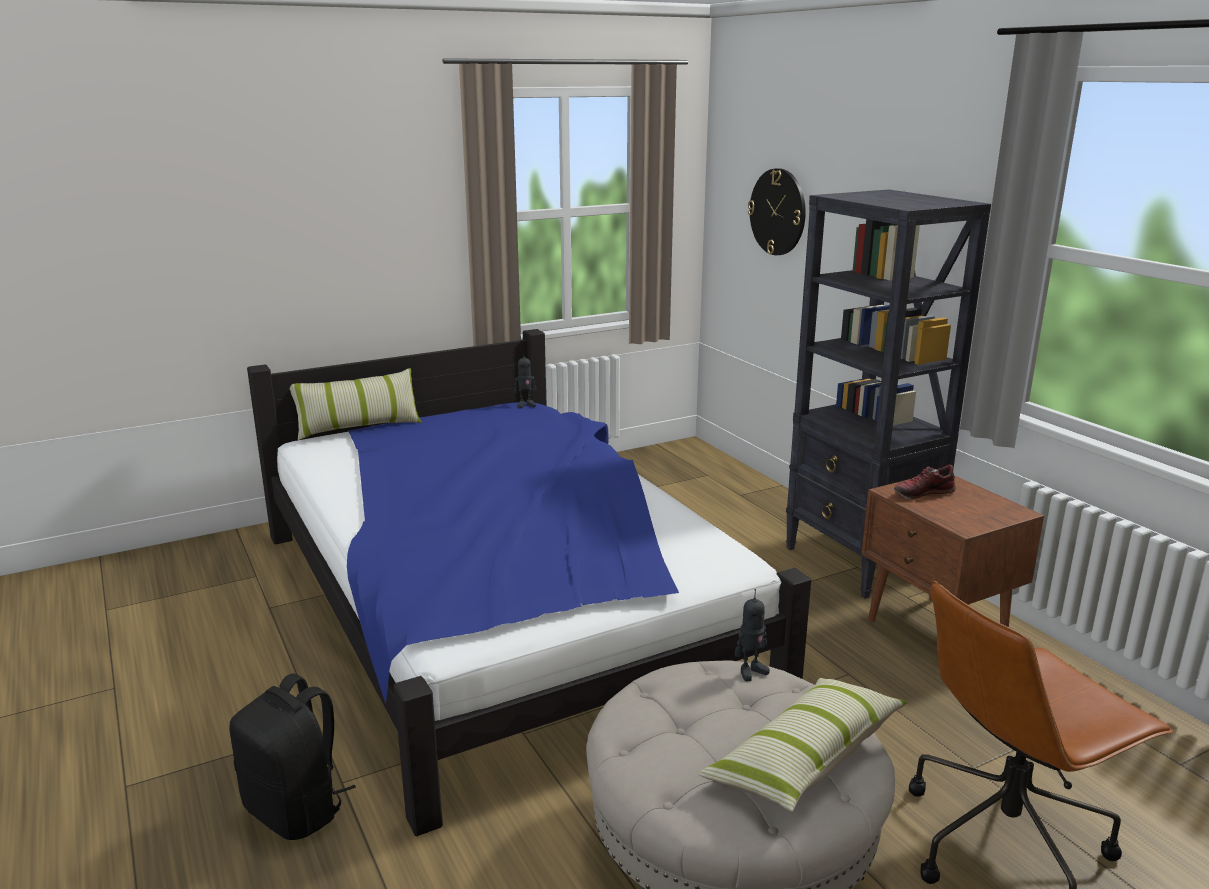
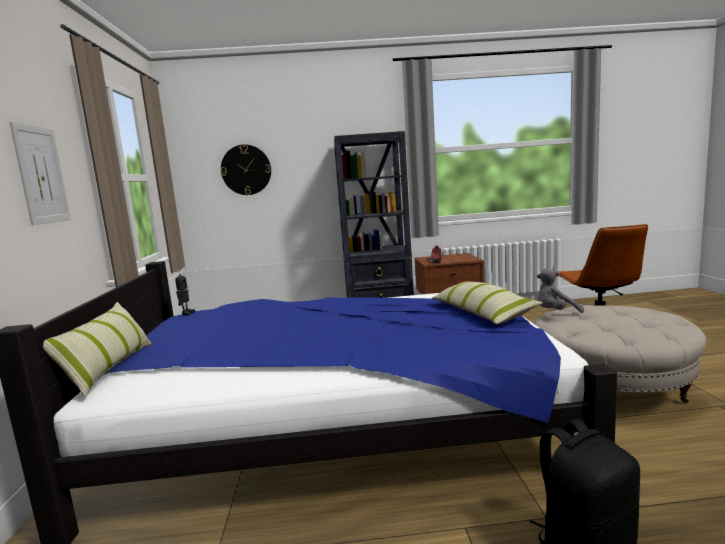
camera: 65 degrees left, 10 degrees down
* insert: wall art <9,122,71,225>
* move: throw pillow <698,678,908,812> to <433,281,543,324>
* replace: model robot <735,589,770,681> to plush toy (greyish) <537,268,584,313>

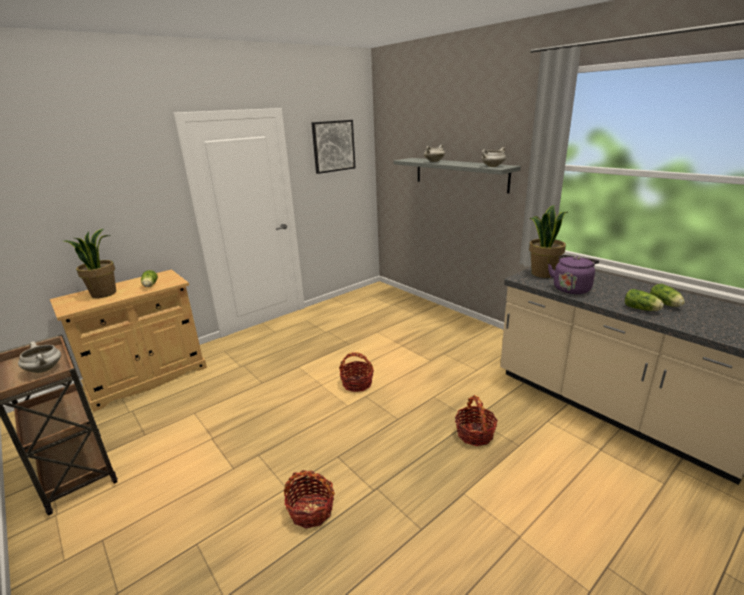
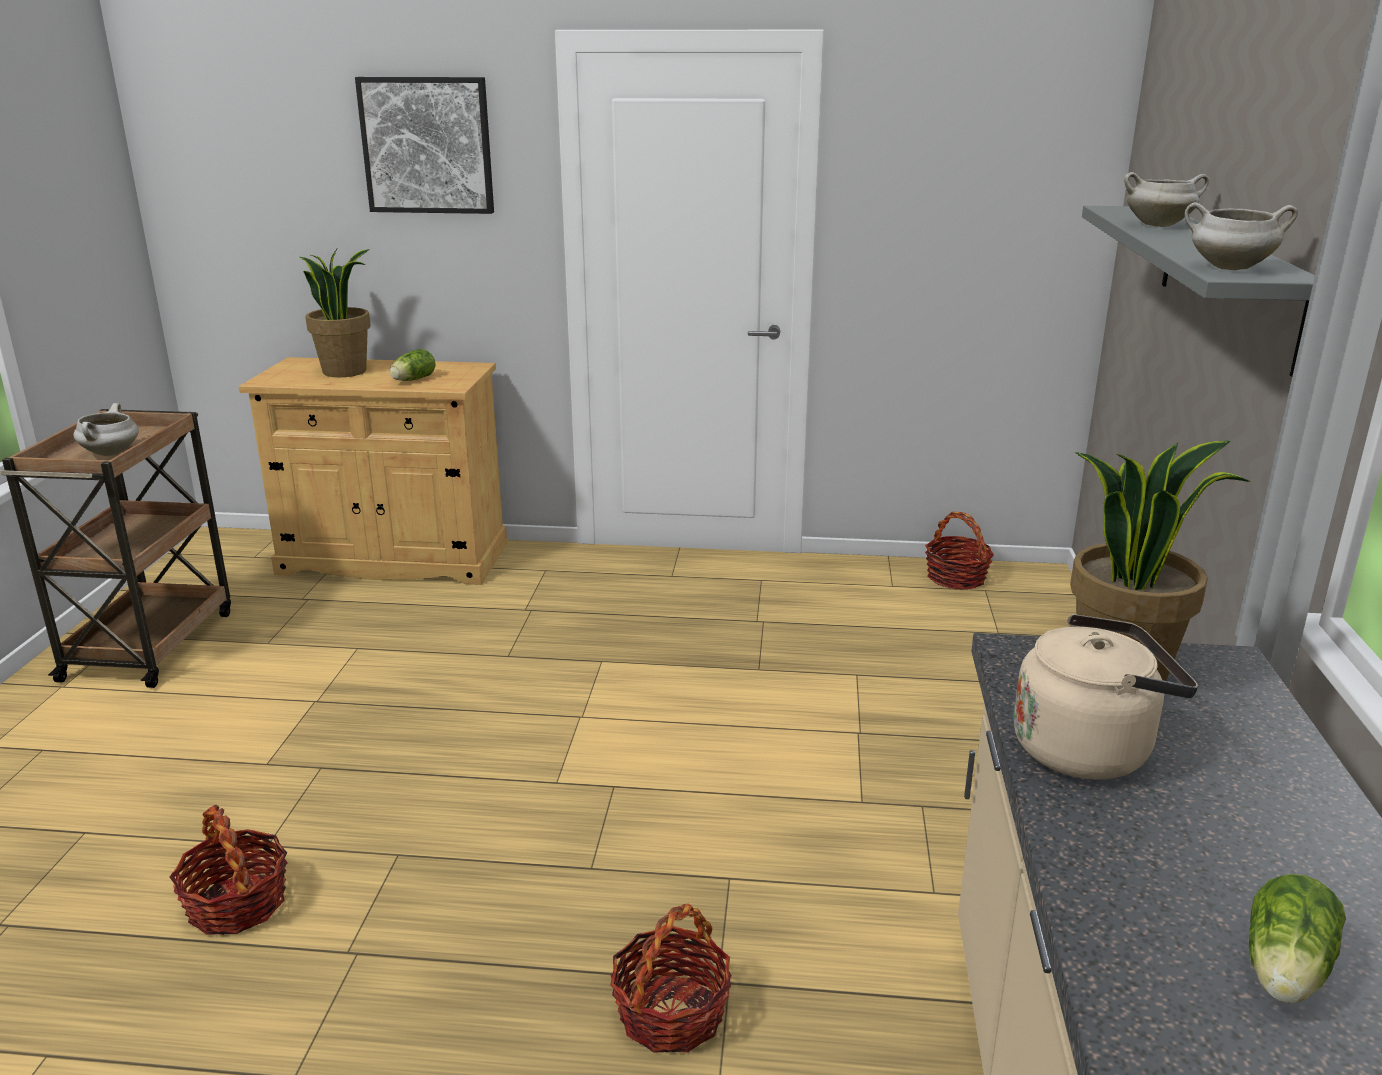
camera: 45 degrees right, 0 degrees up
* move: wall art <311,120,356,174> to <355,77,494,214>
* move: storage basket <339,352,374,392> to <925,512,994,589>
* recolor: tea kettle (purple-coloured) <548,255,599,294> to tea kettle (beige) <1013,614,1198,780>
* delete: lettuce head <625,289,664,311>

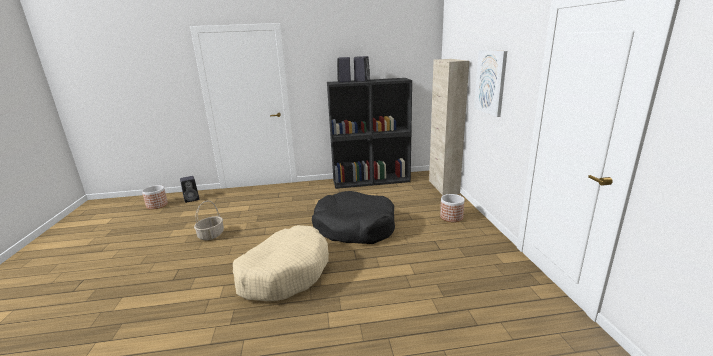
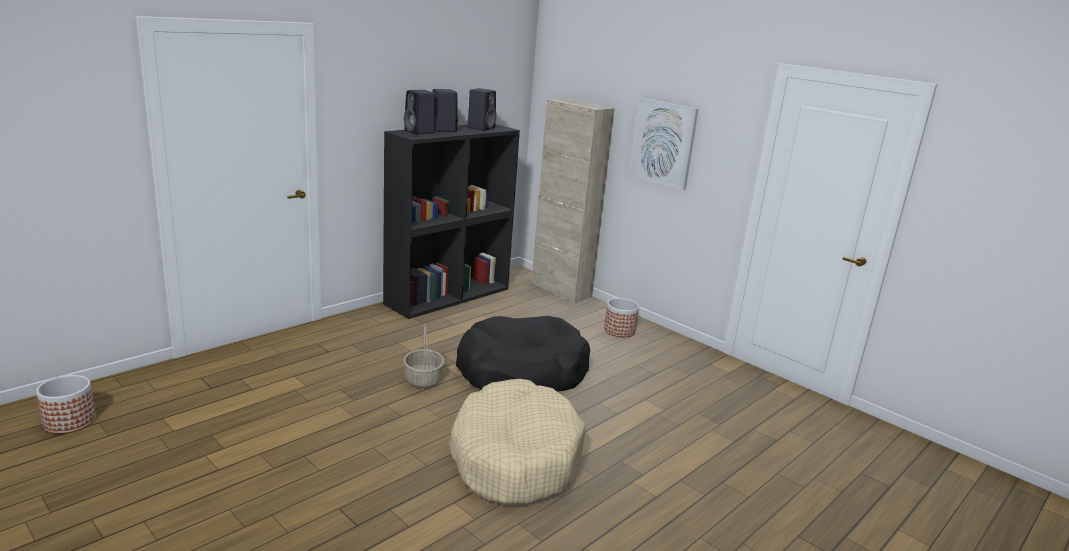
camera: 40 degrees left, 0 degrees up
* move: storage basket <194,201,224,240> to <403,324,445,388>
* move: speaker (blackish) <180,176,199,203> to <468,88,496,131>

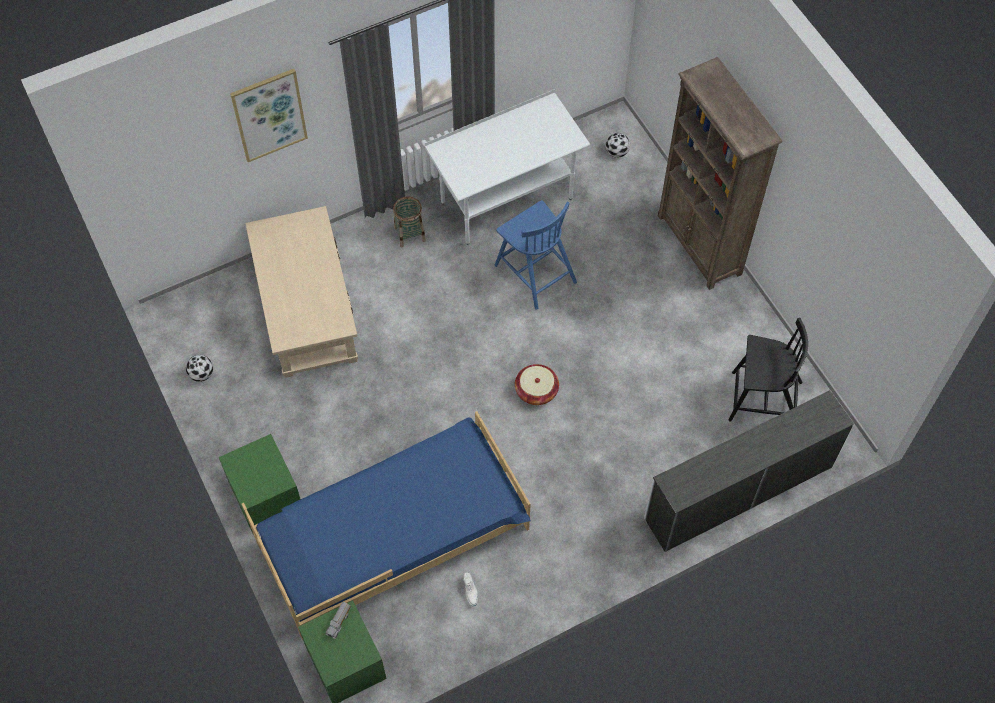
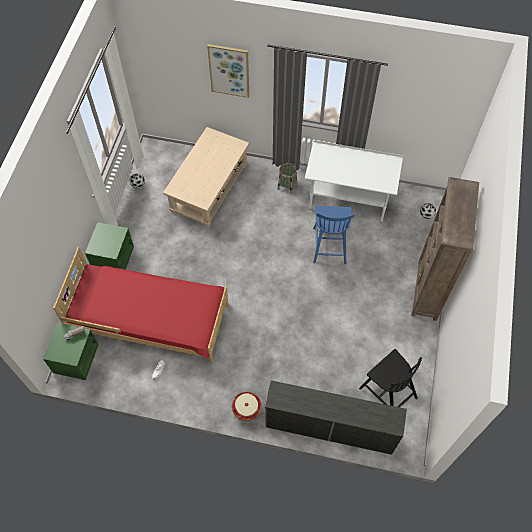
camera: 40 degrees right, 0 degrees up
* recolor: sleeping bed (blue-coloured) <242,411,531,640> to sleeping bed (red) <53,247,229,364>
* move: storage basket <515,364,559,405> to <232,392,262,421>

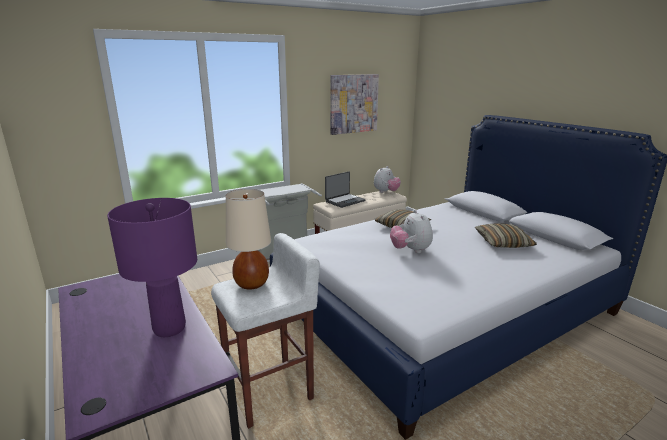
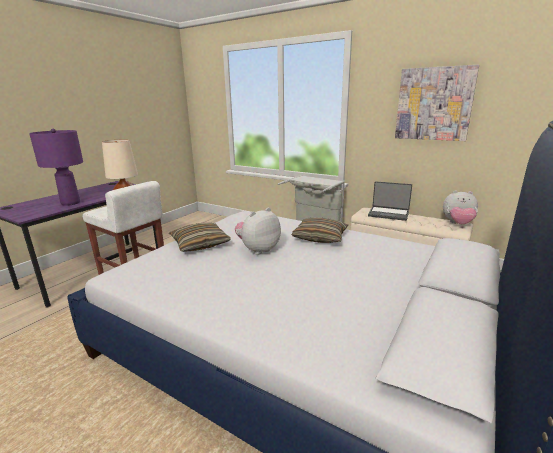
camera: 65 degrees right, 0 degrees up
* move: throw pillow <475,223,537,248> to <169,223,231,252>

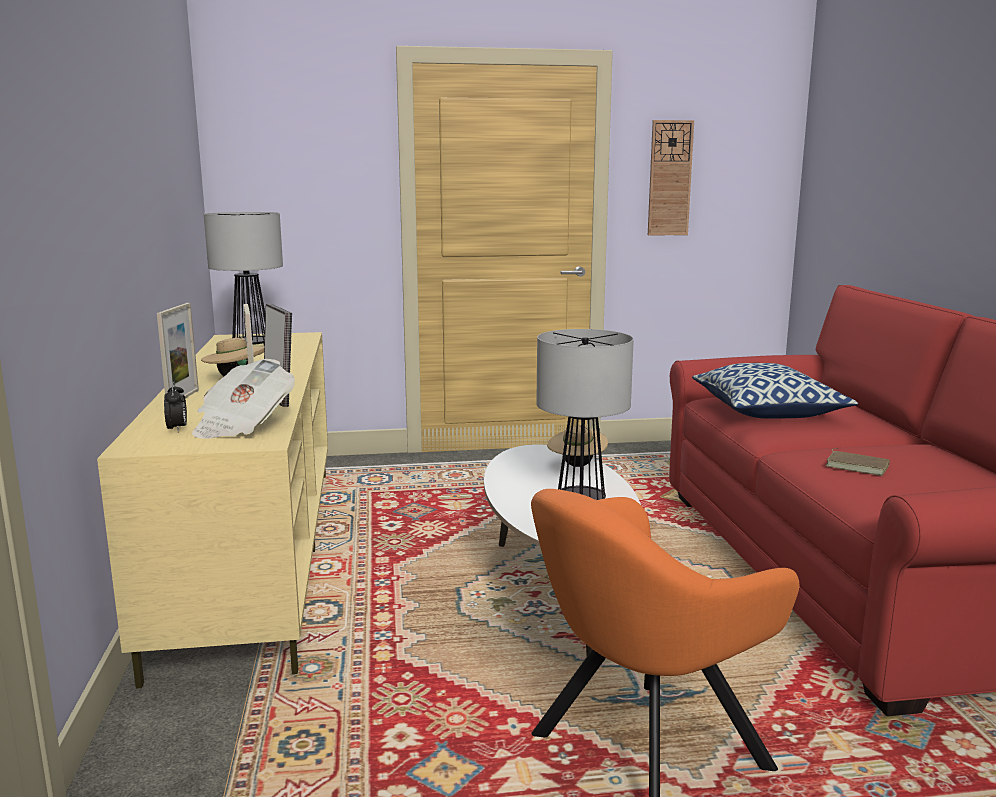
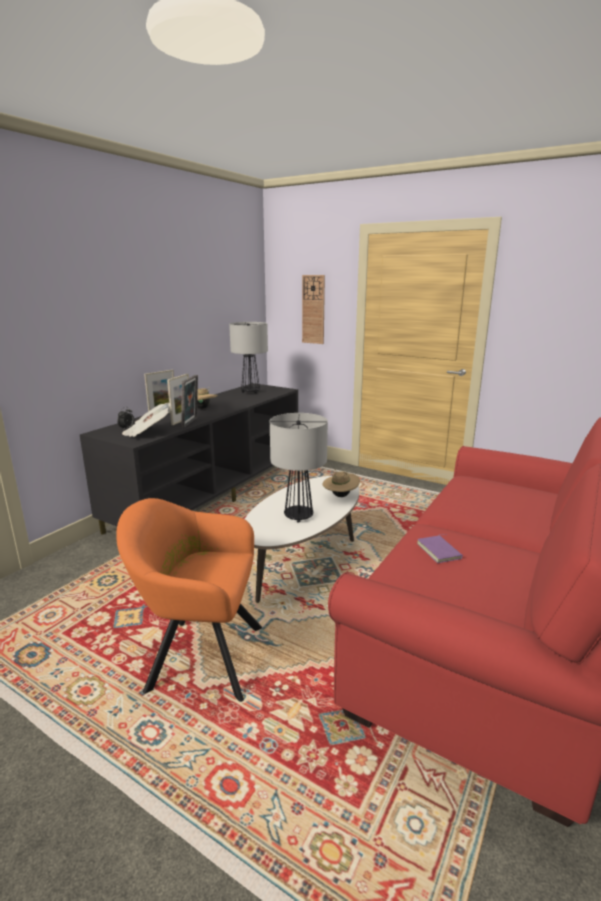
camera: 40 degrees right, 5 degrees up
* recolor: tv unit (beige) <97,332,328,689> to tv unit (blackish) <80,383,298,535>
* move: clock on the wall <648,120,694,236> to <302,275,325,344>
* recolor: bound book (brownish) <825,448,890,476> to bound book (purple-coloured) <417,534,463,563>
* delete: throw pillow <692,363,858,419>

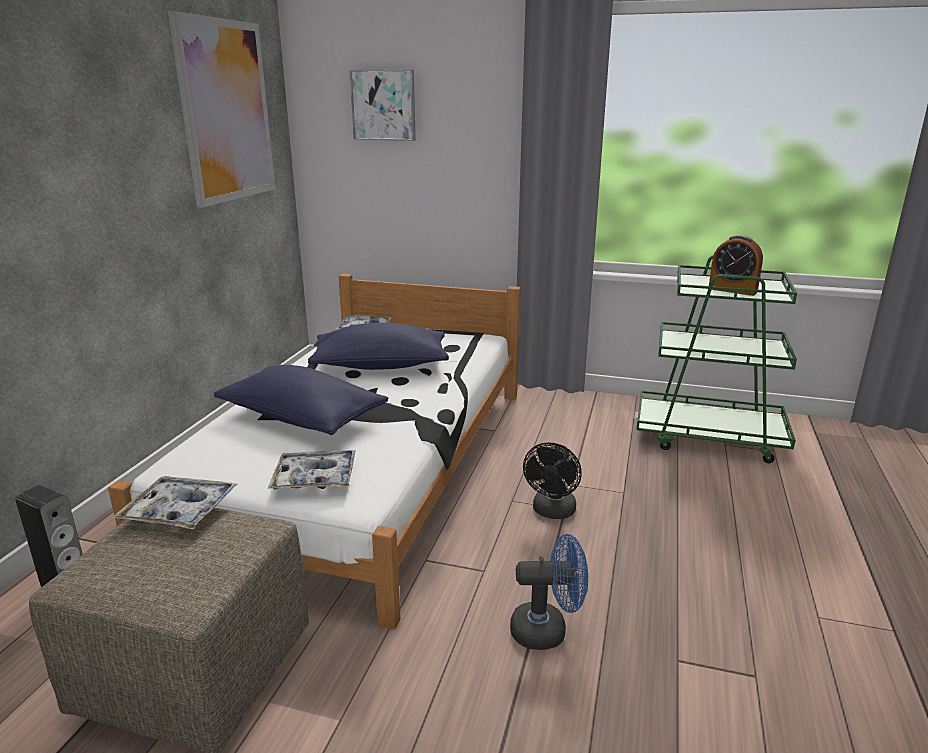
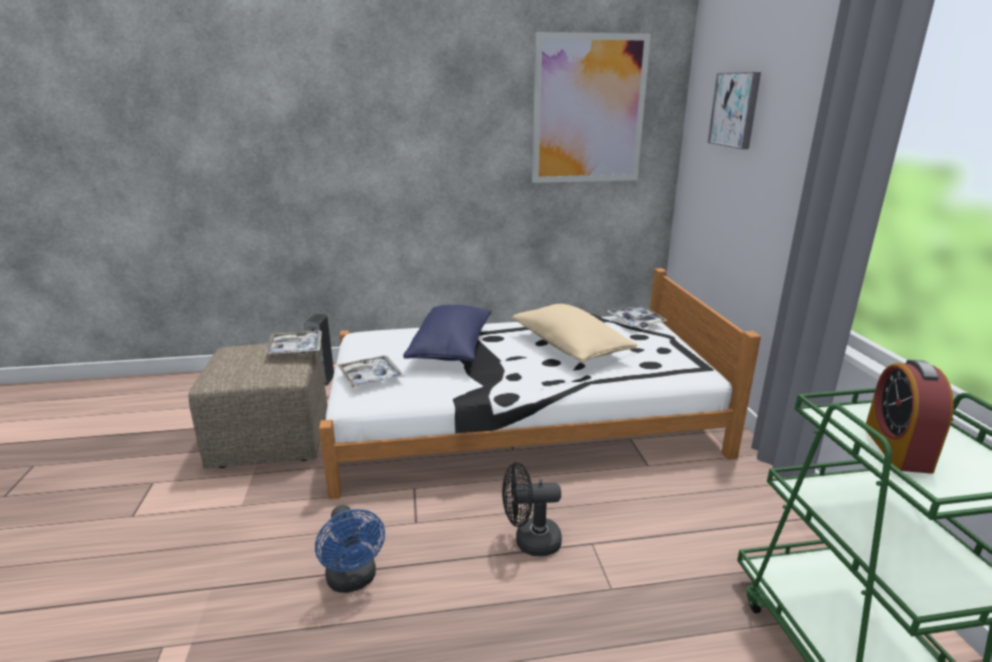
camera: 65 degrees right, 0 degrees up
* recolor: throw pillow (blue-coloured) <308,323,449,370> to throw pillow (beige) <512,304,637,363>

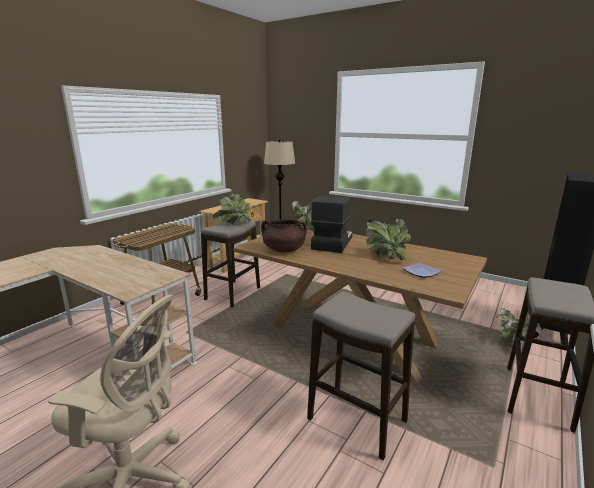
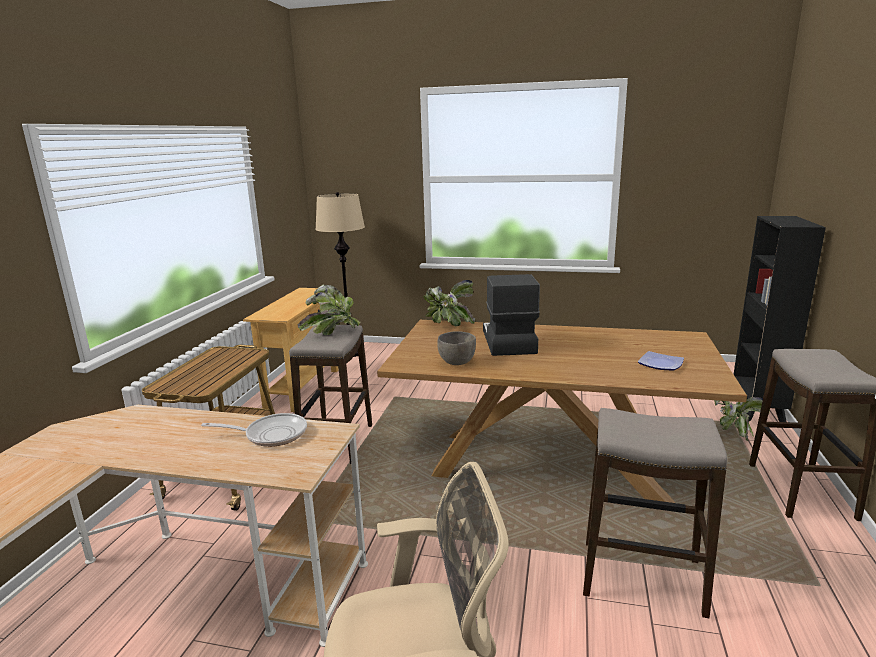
camera: 20 degrees left, 0 degrees up
* insert: skillet <201,413,307,447>
* replace: saucepot (brownish) <261,219,307,253> to bowl (greyish) <437,331,476,365>
* delete: plant in a pot <366,218,411,260>

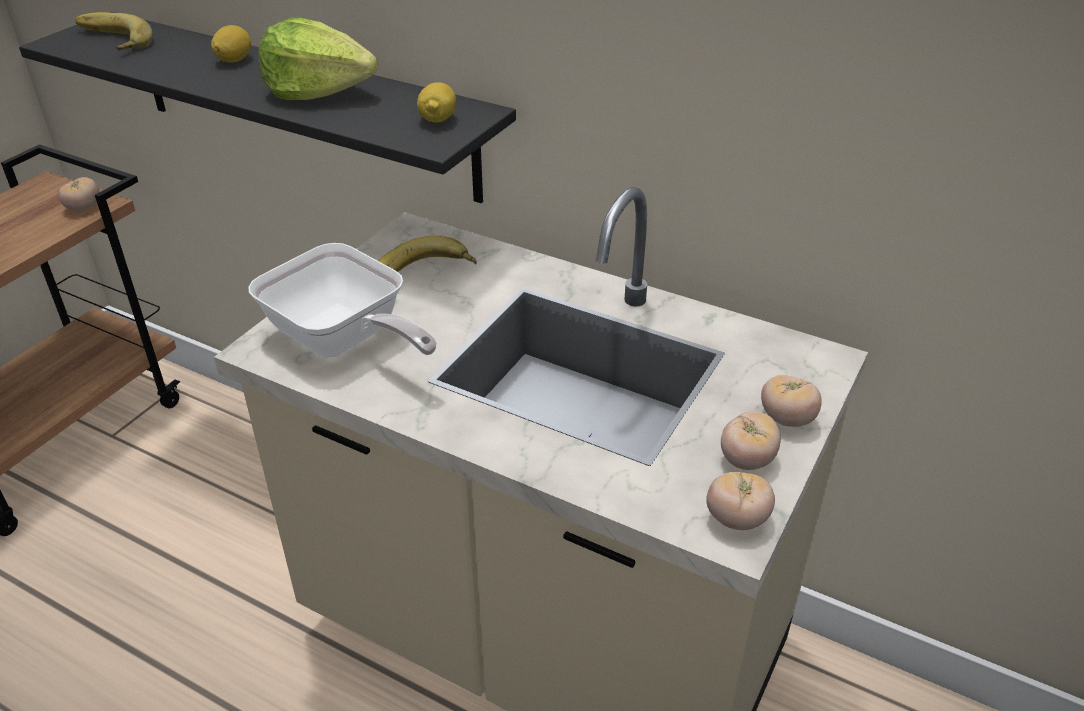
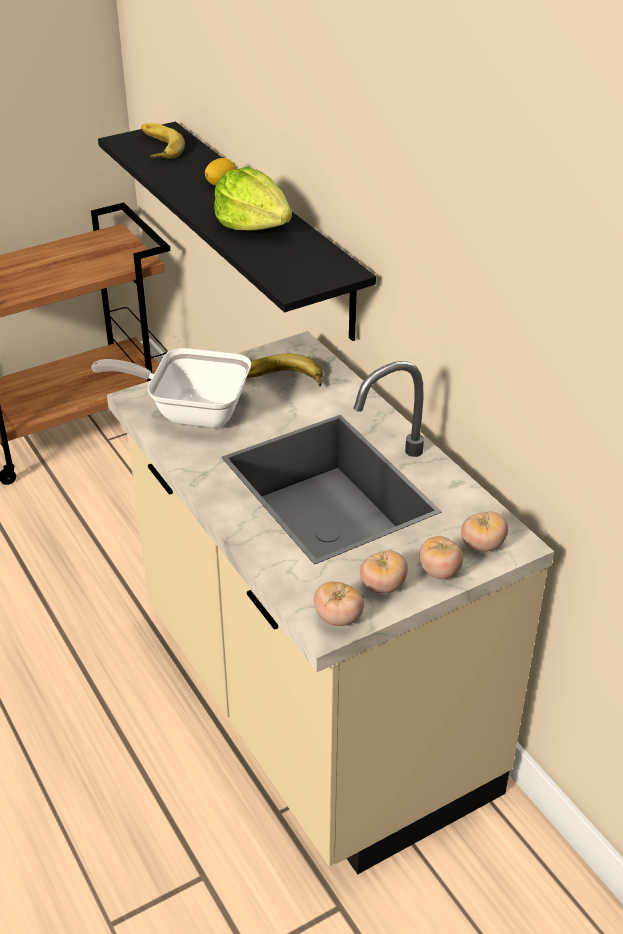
camera: 30 degrees right, 0 degrees up
* rotate: skillet <248,243,437,357> = <91,348,251,428> 120 degrees clockwise
* move: whole tomato <58,177,99,211> to <461,512,508,552>
* delete: whole lemon <417,82,456,123>

